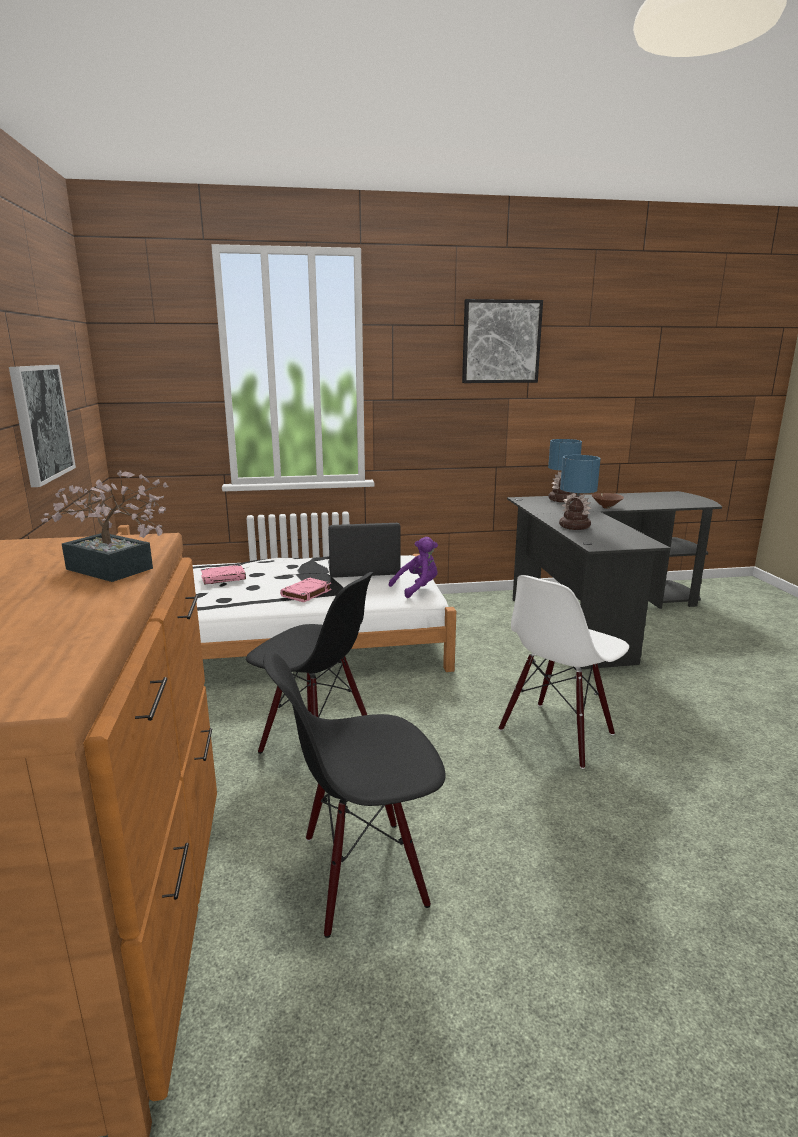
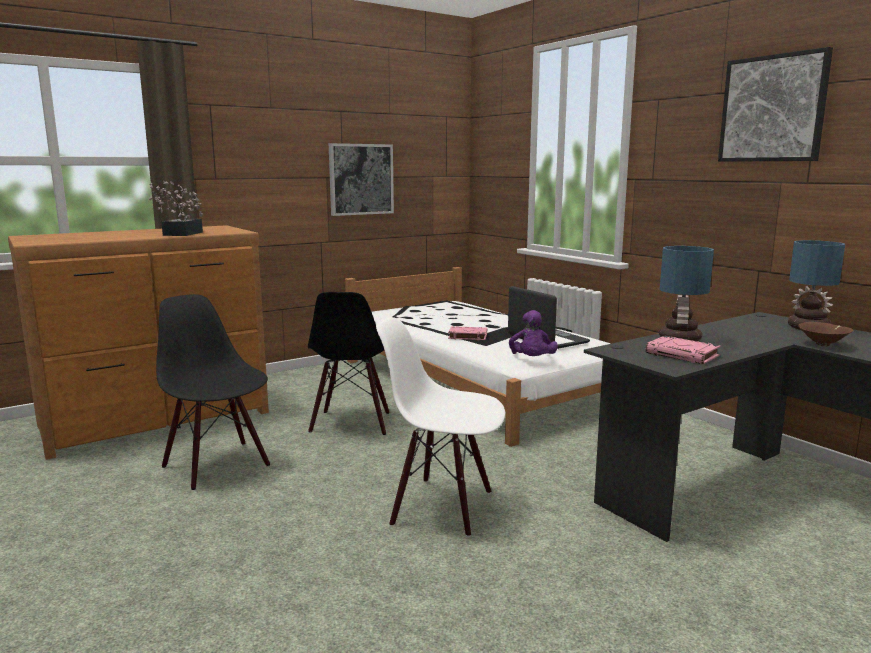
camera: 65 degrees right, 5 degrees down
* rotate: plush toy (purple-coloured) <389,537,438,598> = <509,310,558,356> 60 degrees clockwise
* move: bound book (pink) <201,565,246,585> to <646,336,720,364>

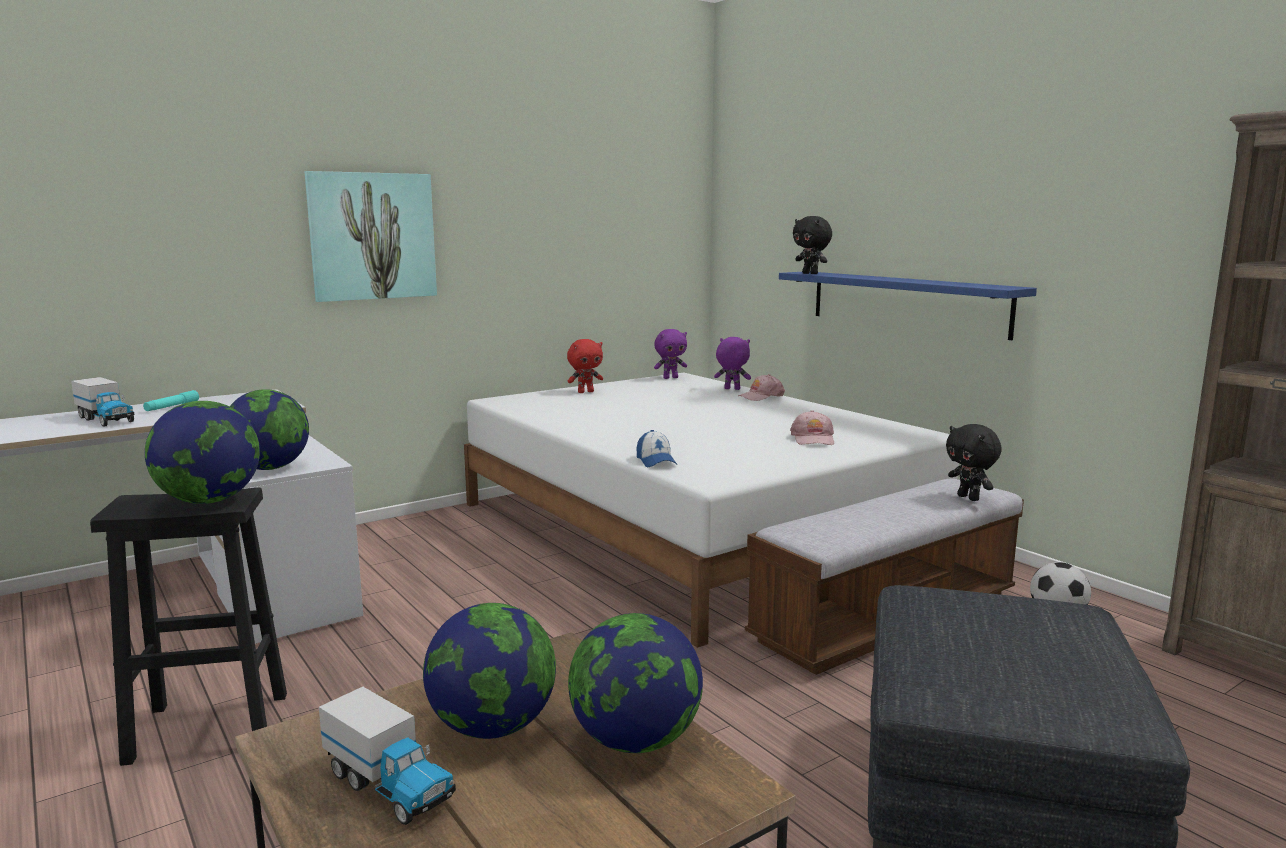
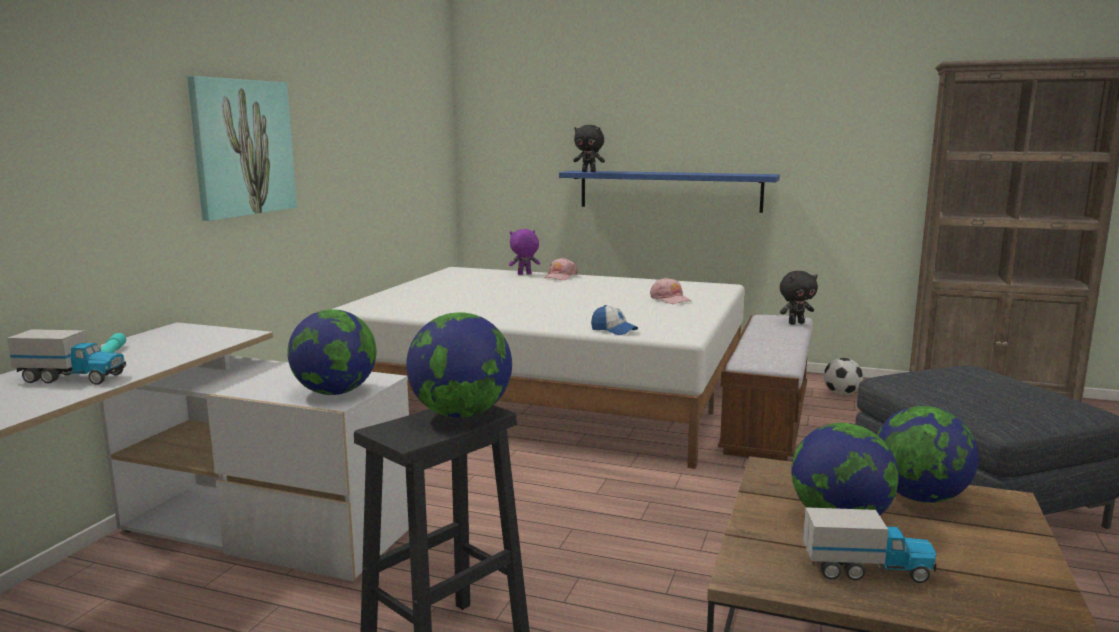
camera: 35 degrees left, 0 degrees up
* rotate: plush toy (blackish) <946,424,1002,501> = <780,271,818,325> 45 degrees counterclockwise
* delete: plush toy (red) <567,339,603,393>
* delete: plush toy (purple-coloured) <654,329,687,379>

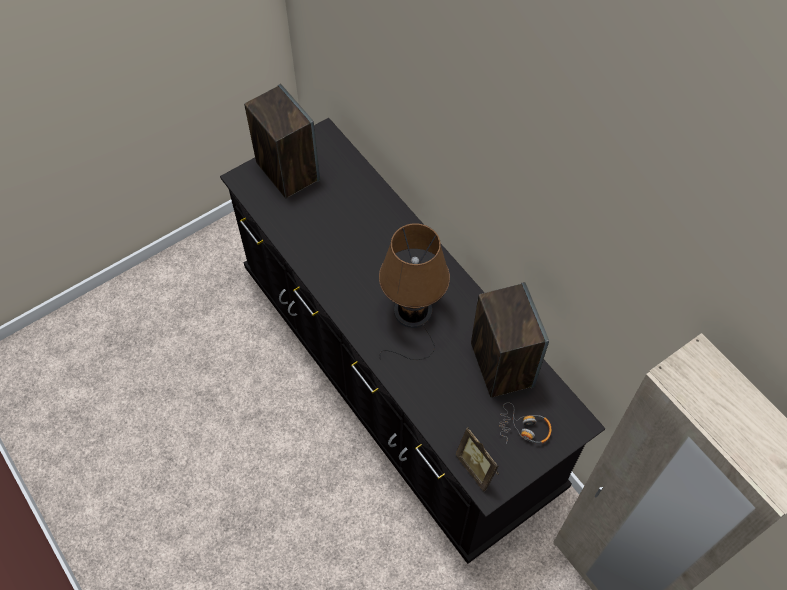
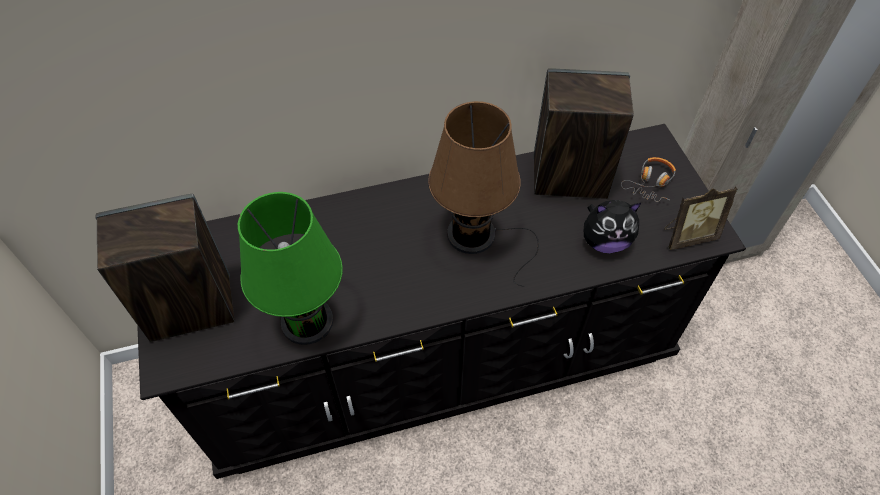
camera: 70 degrees left, 5 degrees down
* insert: table lamp (green) <238,192,343,345>
* insert: plush toy <584,200,641,253>

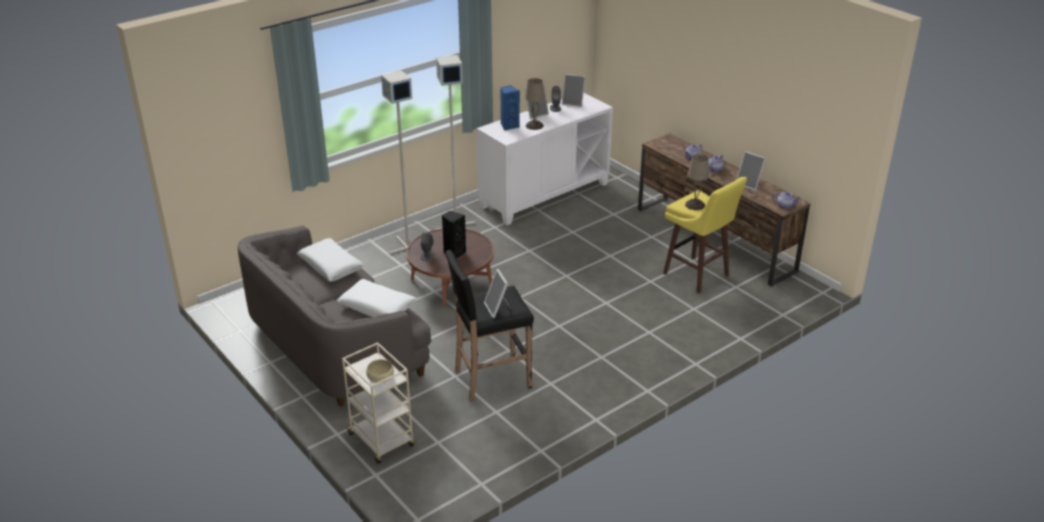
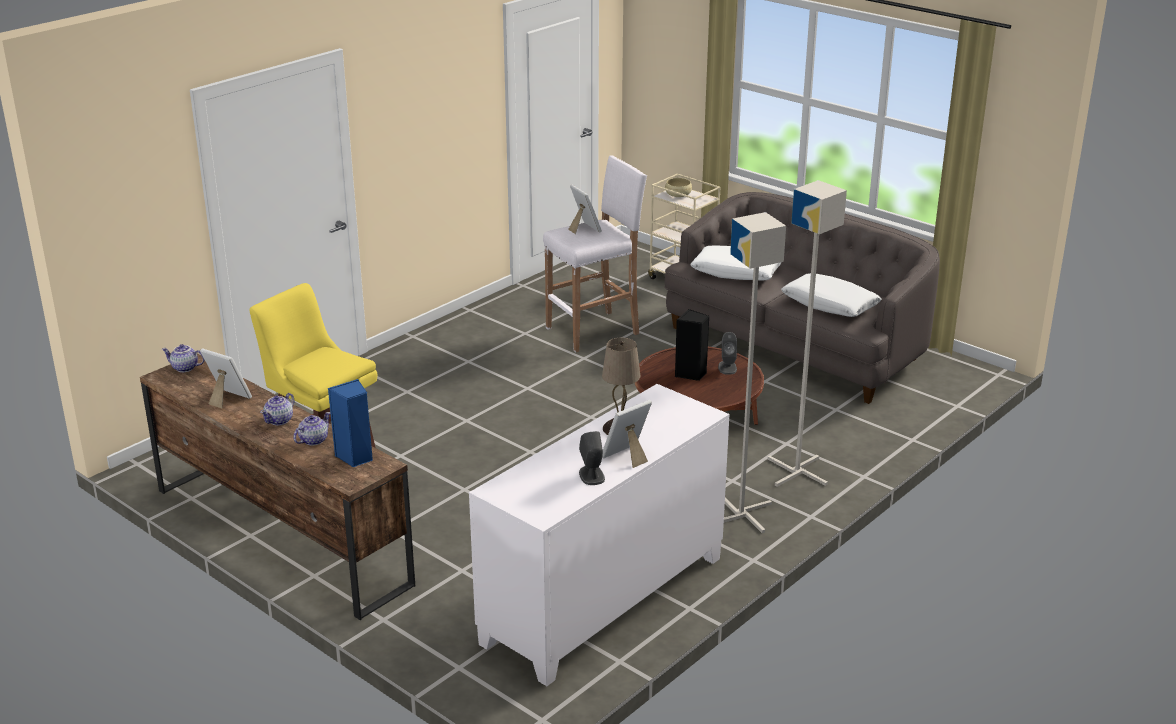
camera: 170 degrees right, 5 degrees down
* move: speaker (blue-coloured) <500,85,520,131> to <328,379,373,468>
* recolor: stool seat (blackish) <445,250,534,402> to stool seat (whitish) <543,155,647,352>
* delete: picture frame <562,74,585,107>
* delete: table lamp (beige) <685,154,709,210>

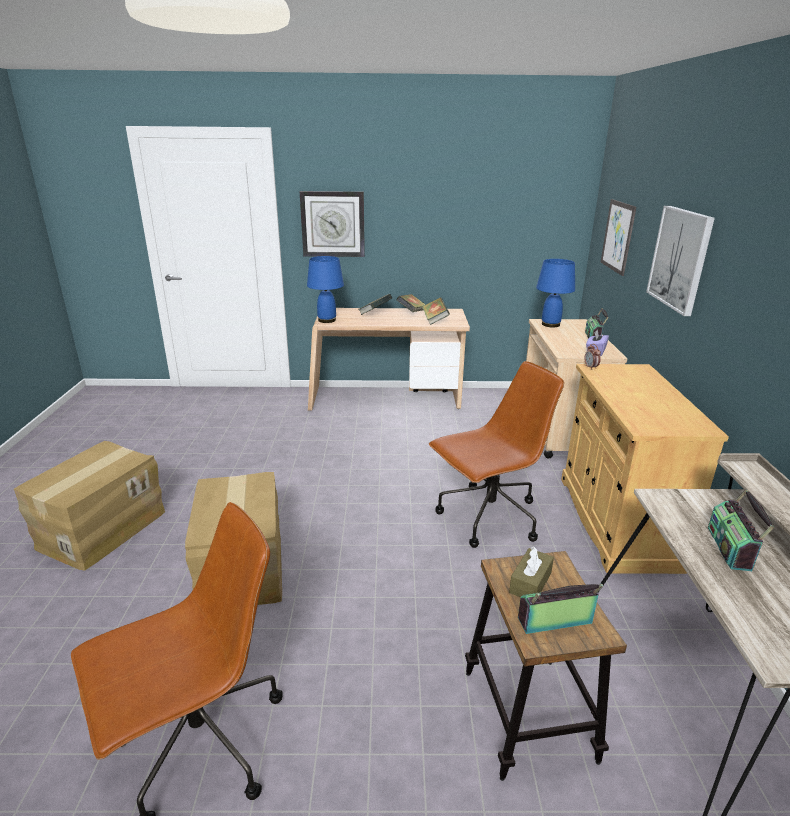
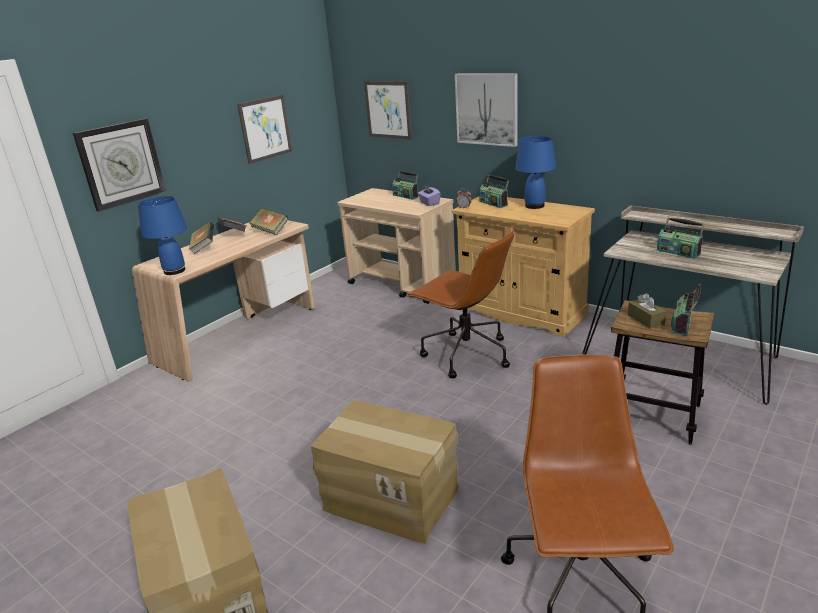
camera: 50 degrees left, 0 degrees up
* insert: wall art <237,95,292,164>
* rotate: office chair (brownish) <429,361,564,548> = <406,231,514,378> 120 degrees clockwise
* insert: radio set <479,175,509,208>
* move: table lamp (blue-coloured) <536,259,575,327> to <515,136,556,209>

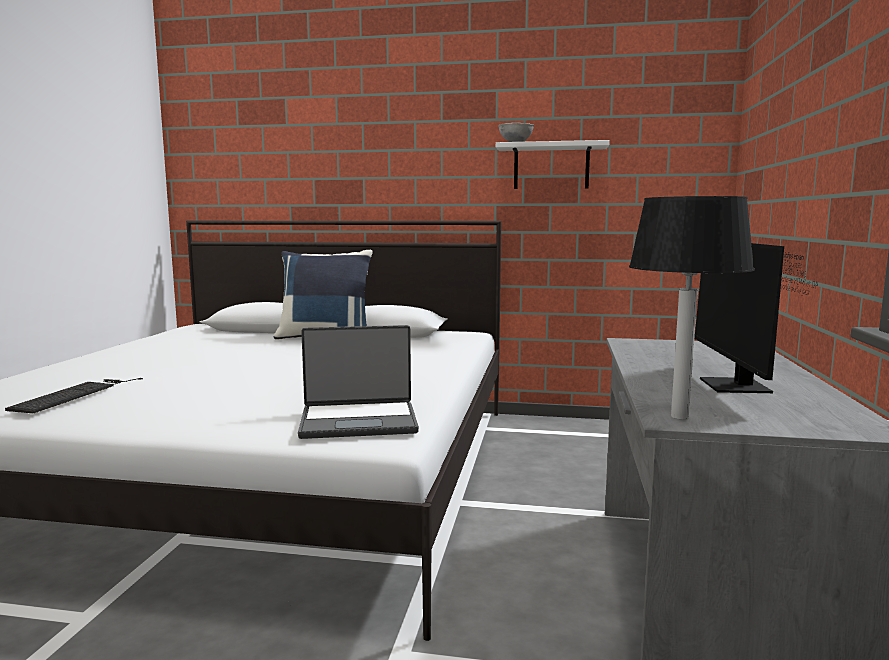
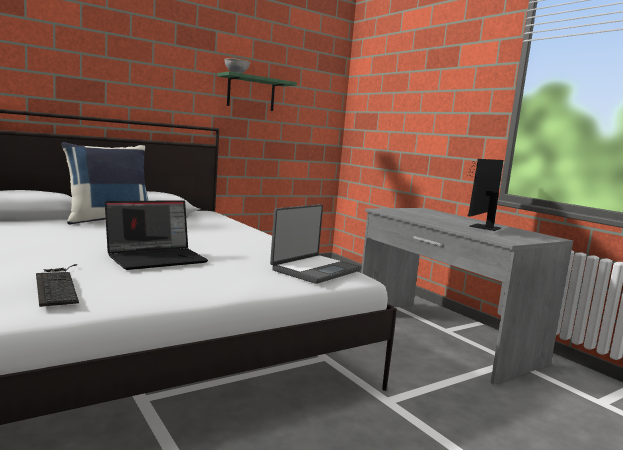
camera: 45 degrees left, 0 degrees up
* insert: notebook computer <105,200,208,270>
* recolor: bracket shelf (whitish) <496,140,610,189> to bracket shelf (green) <218,71,297,111>
* rotate: computer display <694,243,817,393> = <465,159,503,231> 75 degrees clockwise
* delete: table lamp <629,196,755,419>

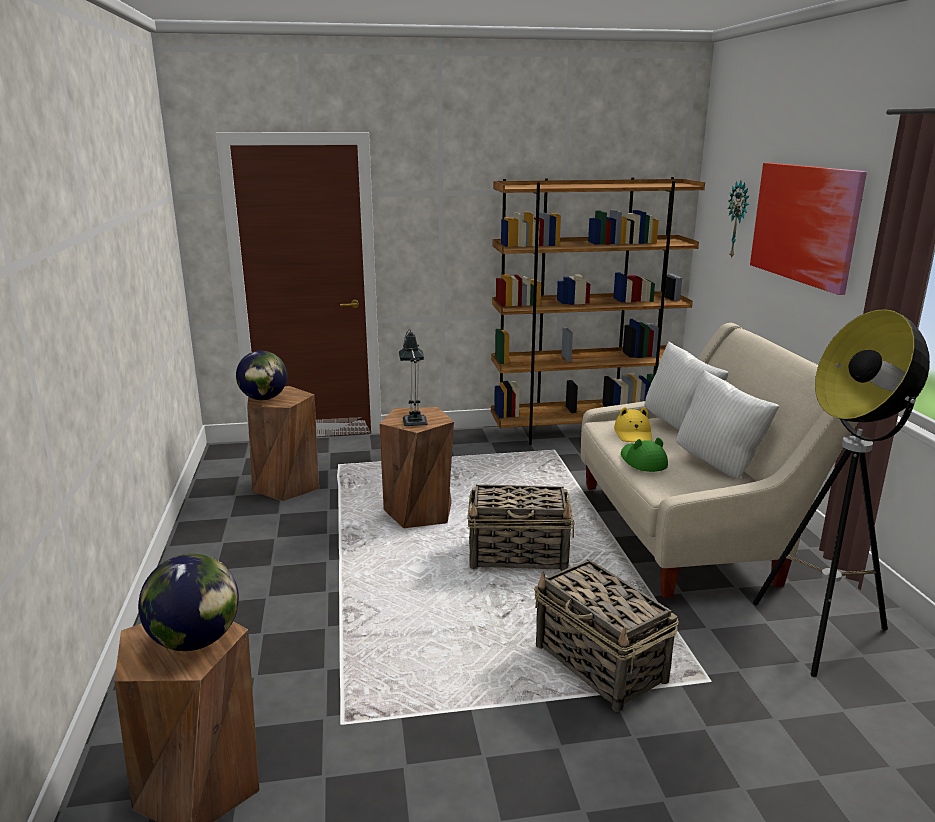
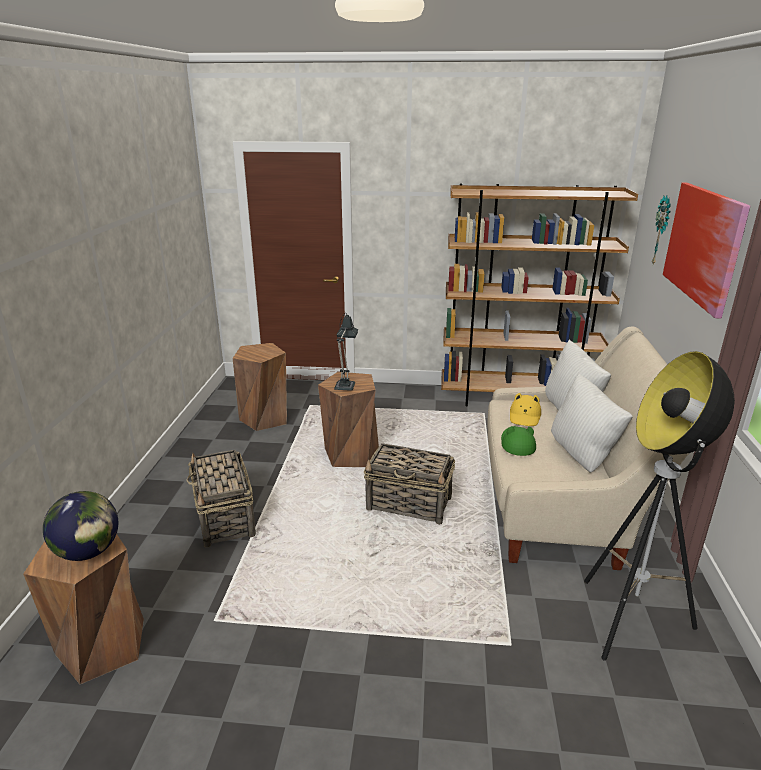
camera: 15 degrees right, 5 degrees up
* move: storage basket <534,559,678,712> to <186,450,256,547>
* delete: desk globe <236,351,287,400>

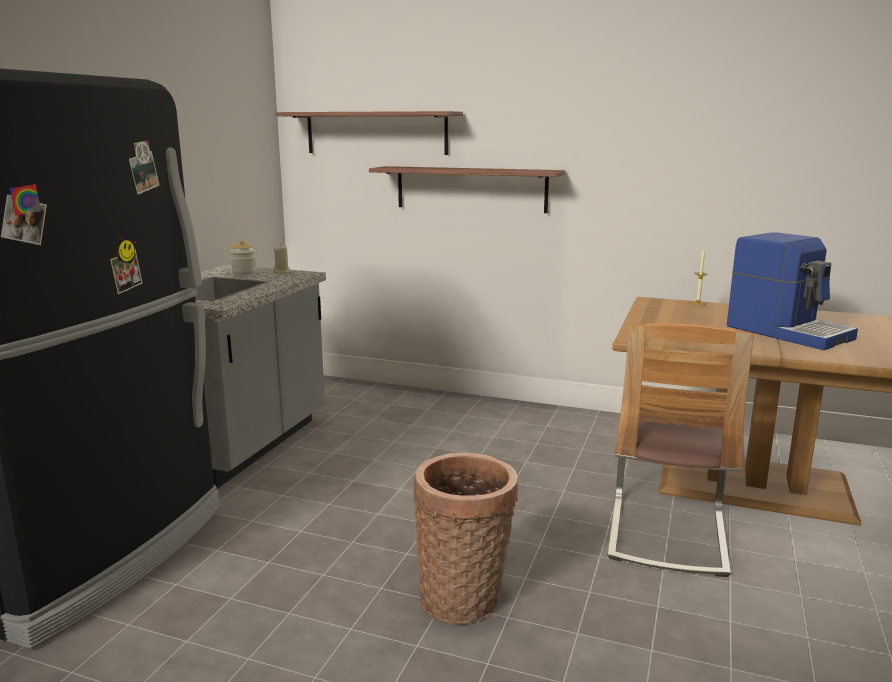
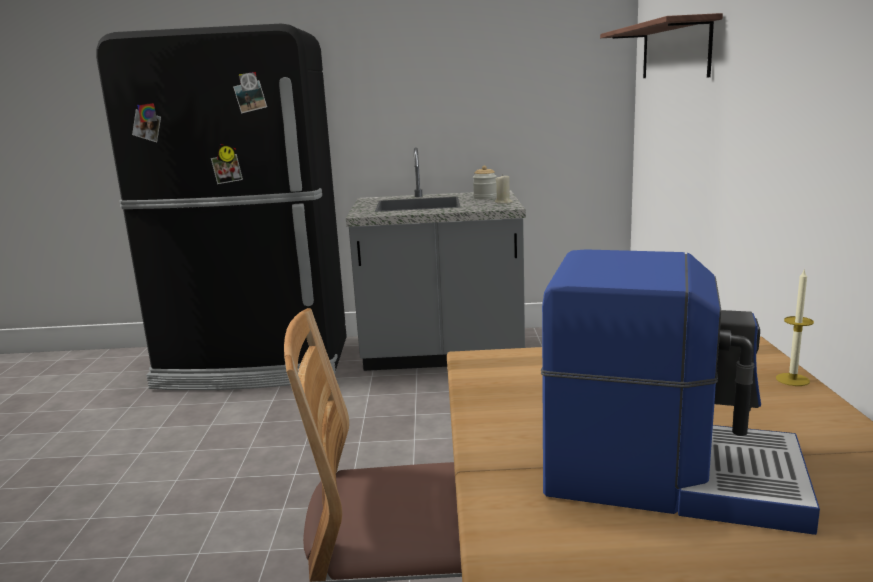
camera: 70 degrees right, 0 degrees up
* rotate: coffee maker <727,232,858,350> = <541,249,820,535> 105 degrees counterclockwise
* delete: bracket shelf <369,166,565,213>
* delete: storage basket <413,453,518,625>

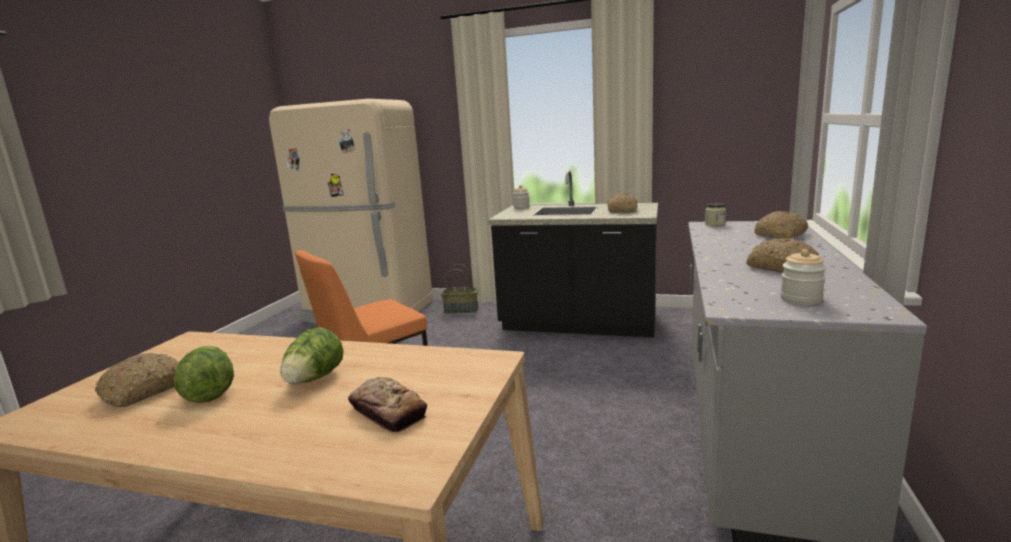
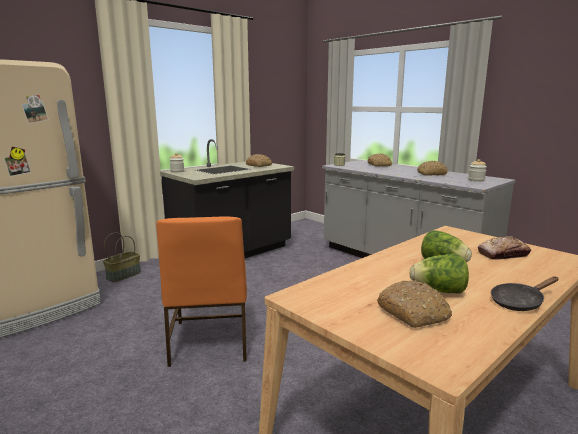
camera: 60 degrees left, 0 degrees up
* insert: skillet (blackish) <491,276,559,311>

